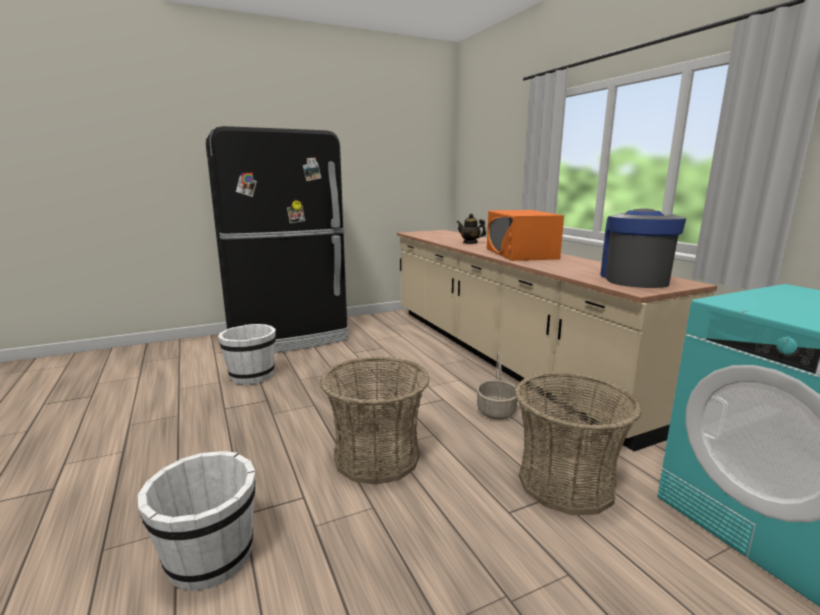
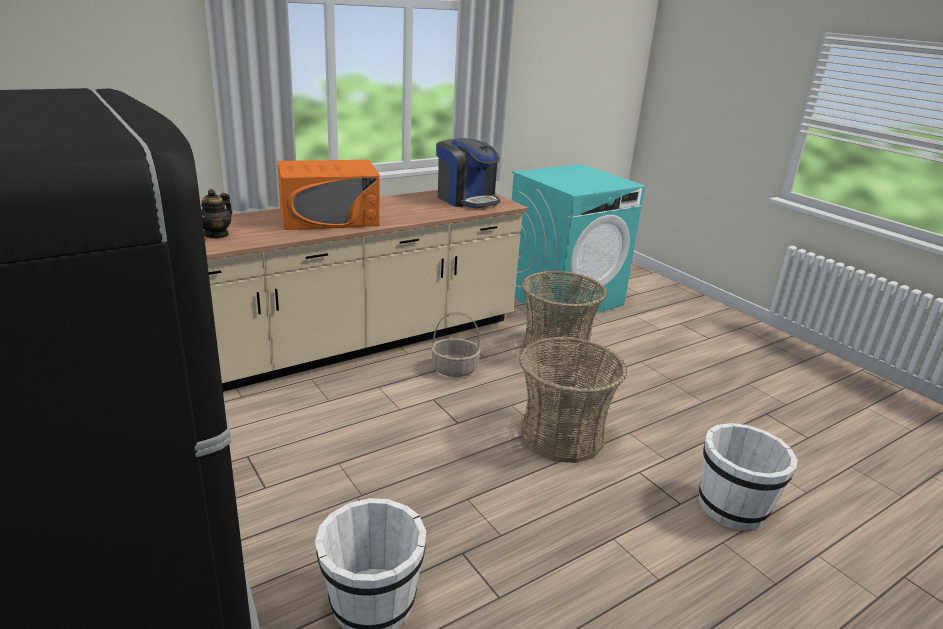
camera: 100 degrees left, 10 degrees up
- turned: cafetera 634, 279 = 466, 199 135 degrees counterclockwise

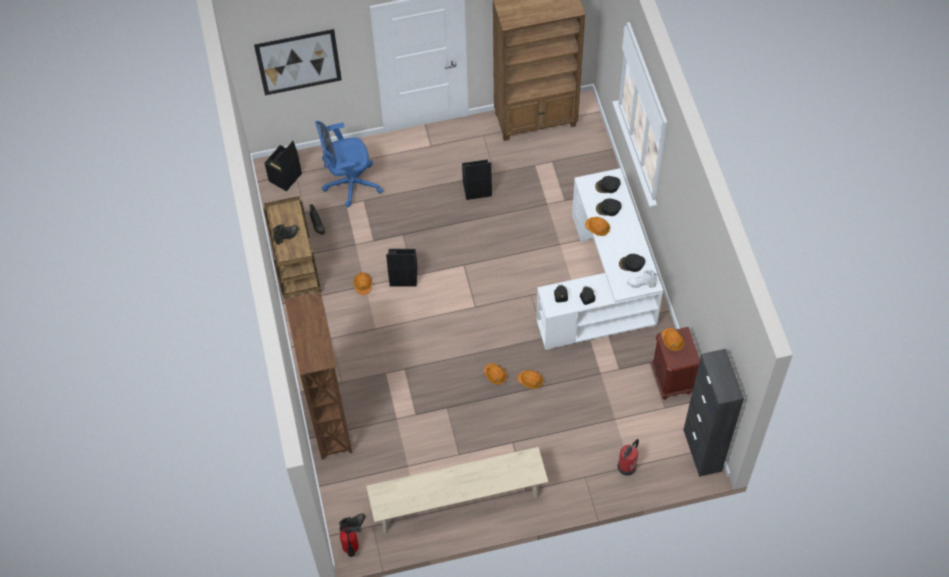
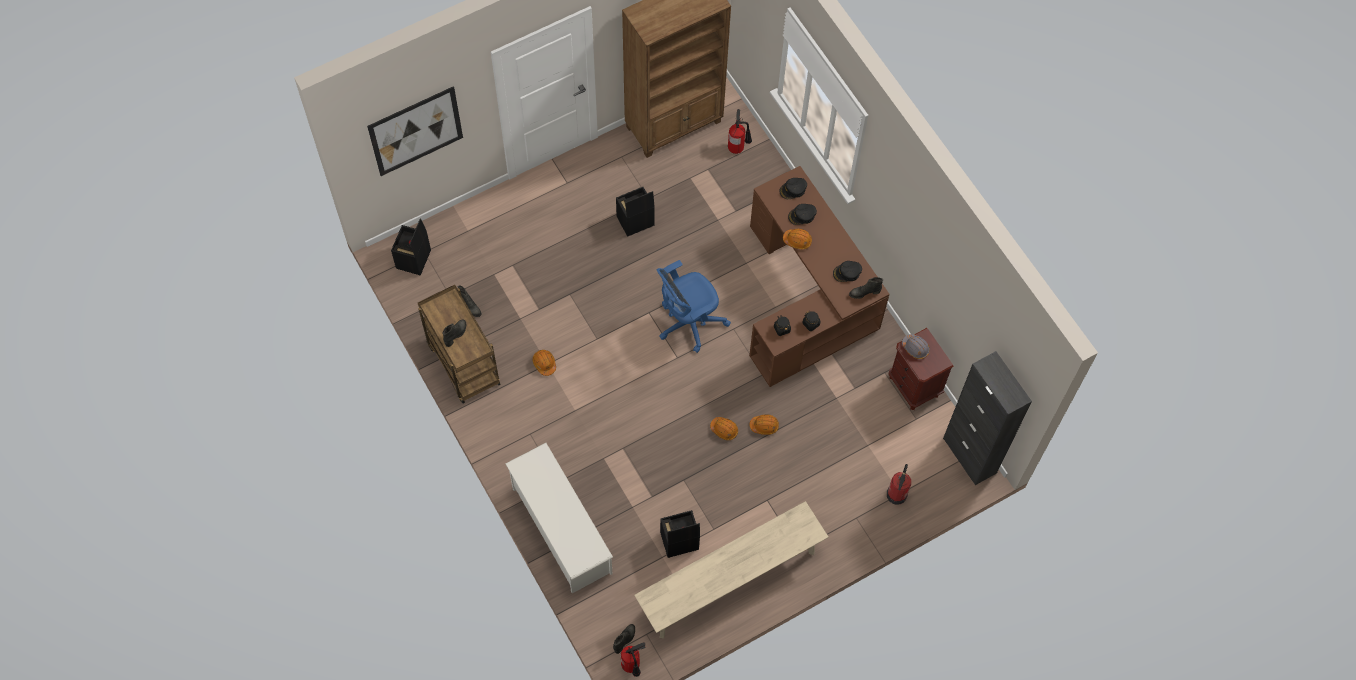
camera: 20 degrees left, 5 degrees up
- moved: silla de oficina/azul 349, 184 to 688, 323
- recoloured: escritorio/blanco 602, 286 to escritorio/marrón 808, 299
- moved: caja de almacenaje/negro 402, 276 to 678, 541
- recoloured: bota/blanco 641, 284 to bota/negro 864, 293
- replaced: estantería/marrón 330, 422 to zapatero/blanco 561, 530
- recoloured: casco/naranja 672, 341 to casco/gris 915, 348
- added: extintor 738, 147

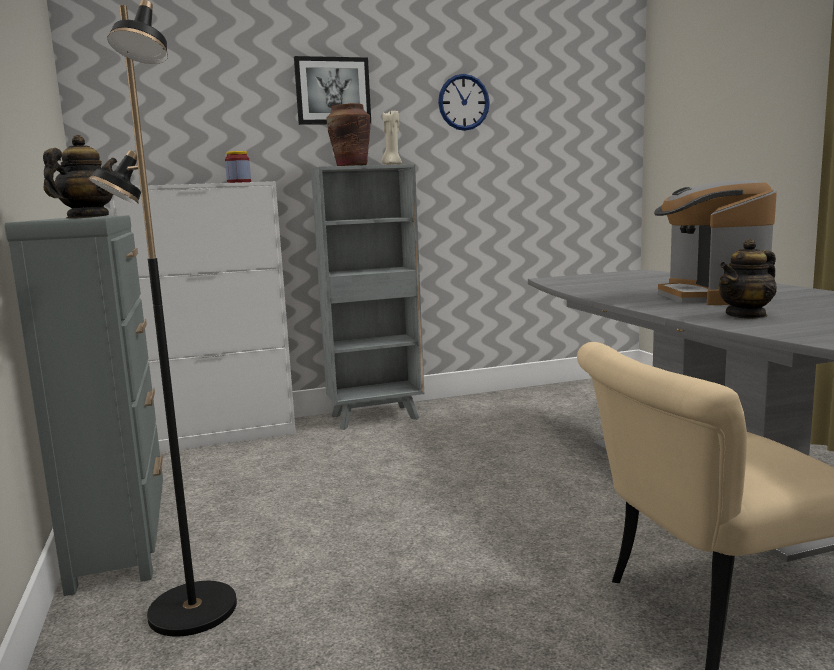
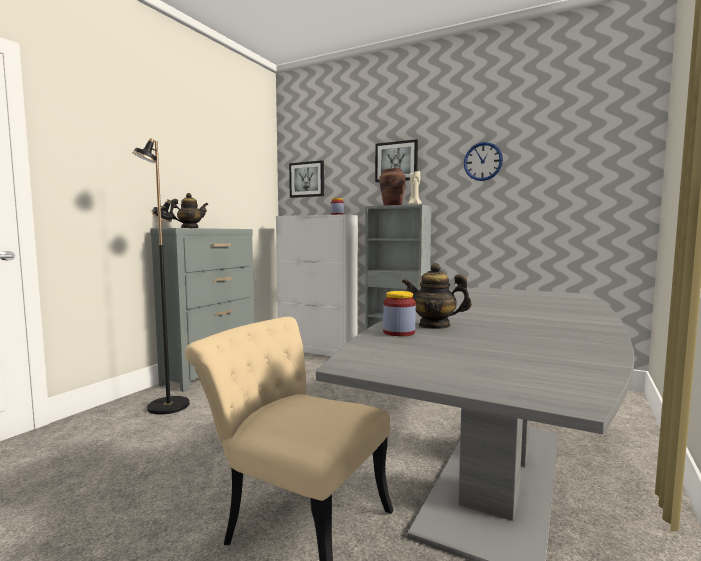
camera: 45 degrees right, 5 degrees down
- removed: cafetera 711, 297
- added: cuadro 307, 179
- added: tarro 399, 332

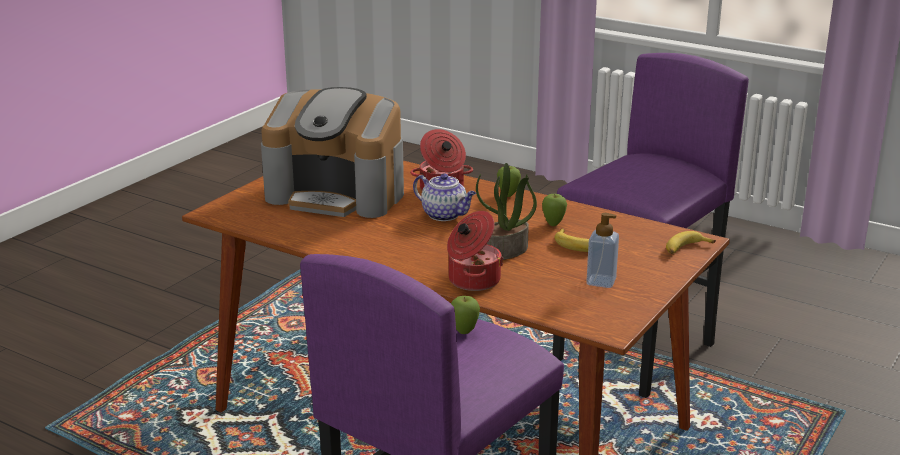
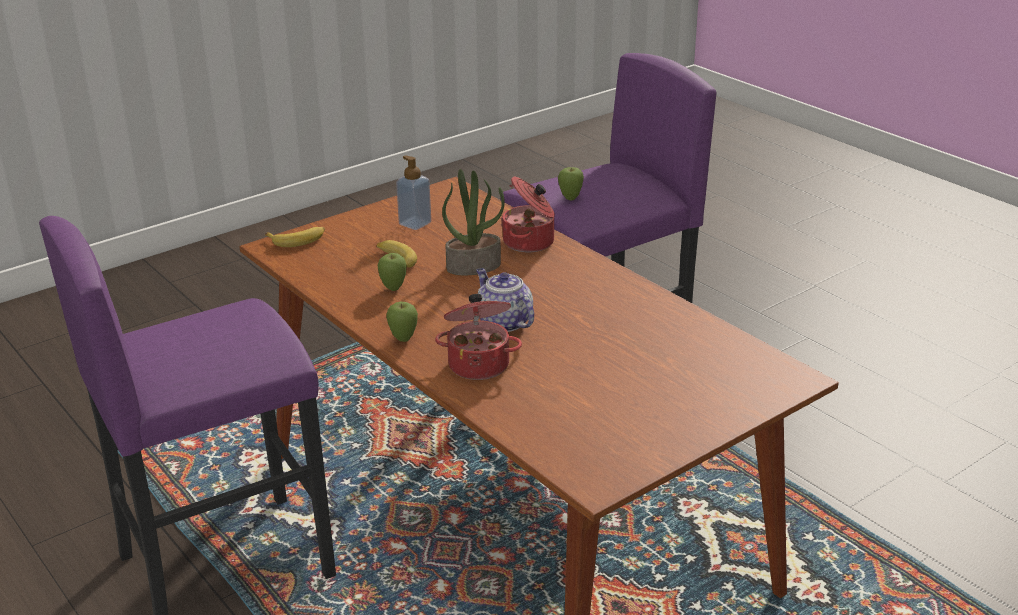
camera: 160 degrees left, 5 degrees up
- removed: cafetera 338, 194

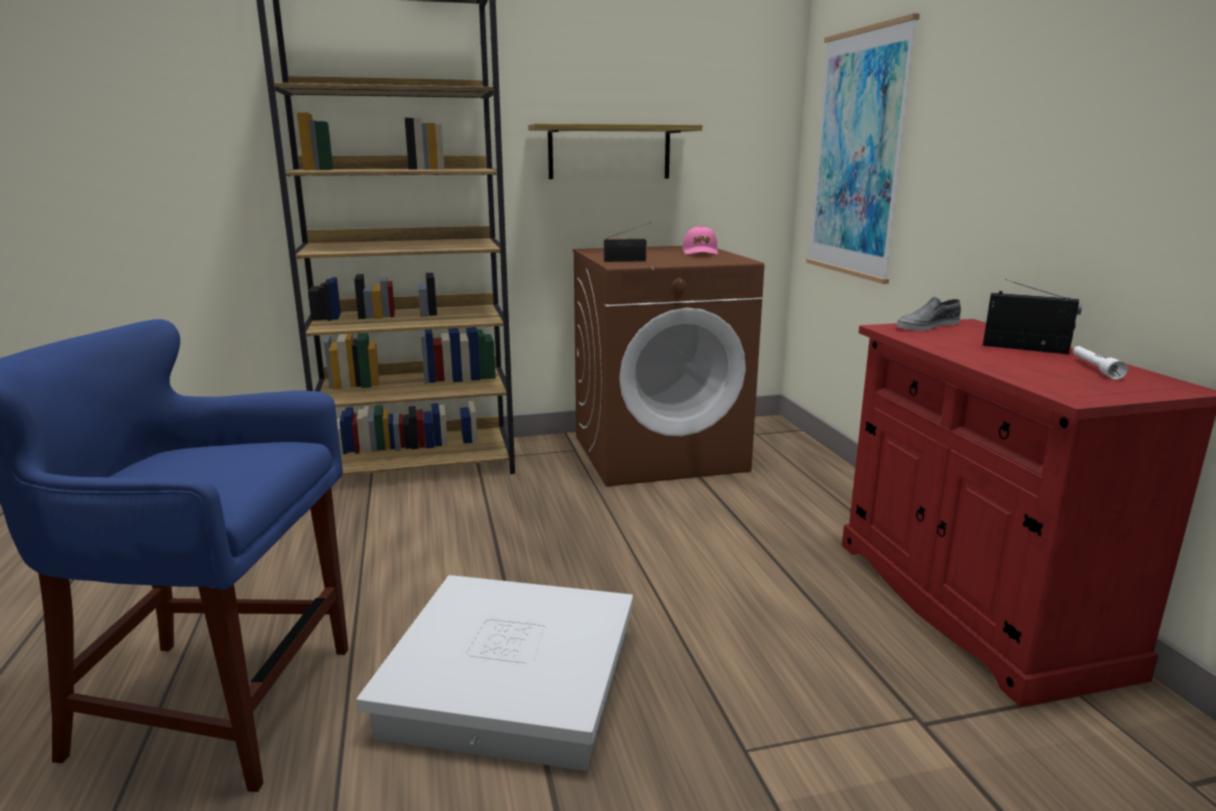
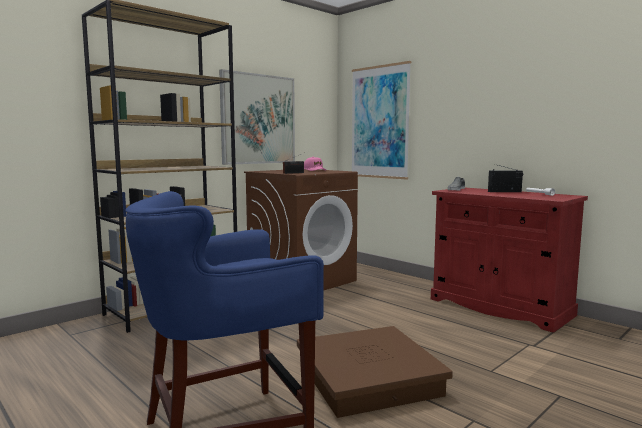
camera: 30 degrees left, 10 degrees down
- replaced: estante 609, 152 to cuadro 258, 119
- recoloured: caja de almacenaje/blanco 512, 681 to caja de almacenaje/marrón 369, 378

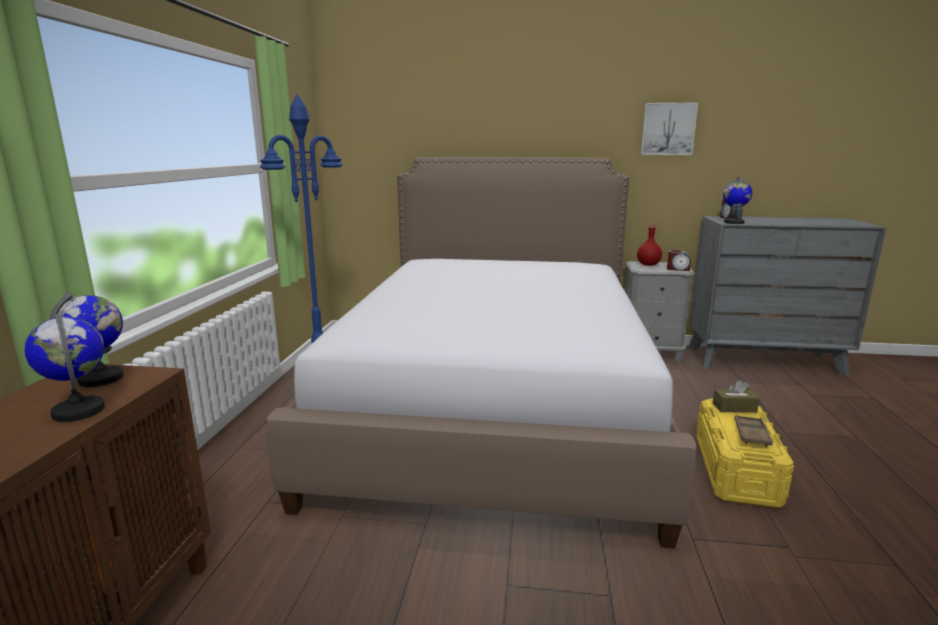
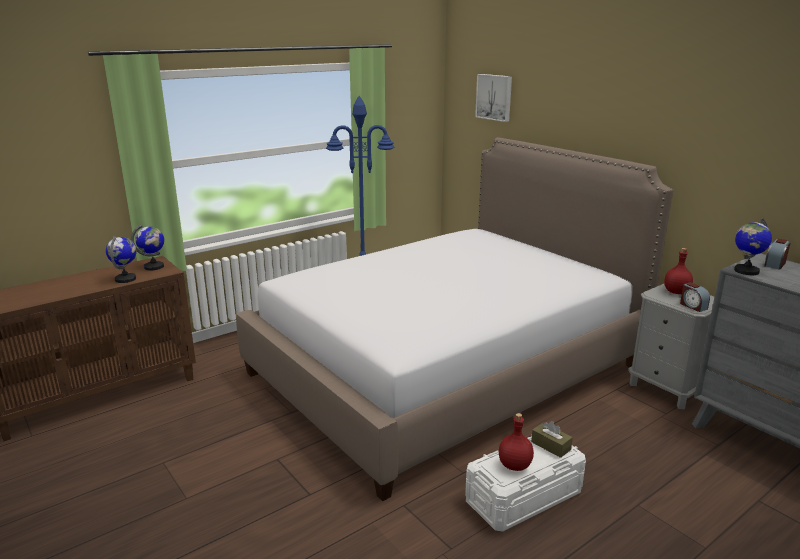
camera: 45 degrees right, 5 degrees up
- moved: cuadro 668, 129 to 494, 97
- recoloured: caja de almacenaje/amarillo 735, 470 to caja de almacenaje/blanco 523, 497
- replaced: bandeja/marrón 751, 434 to botella/rojo 514, 465

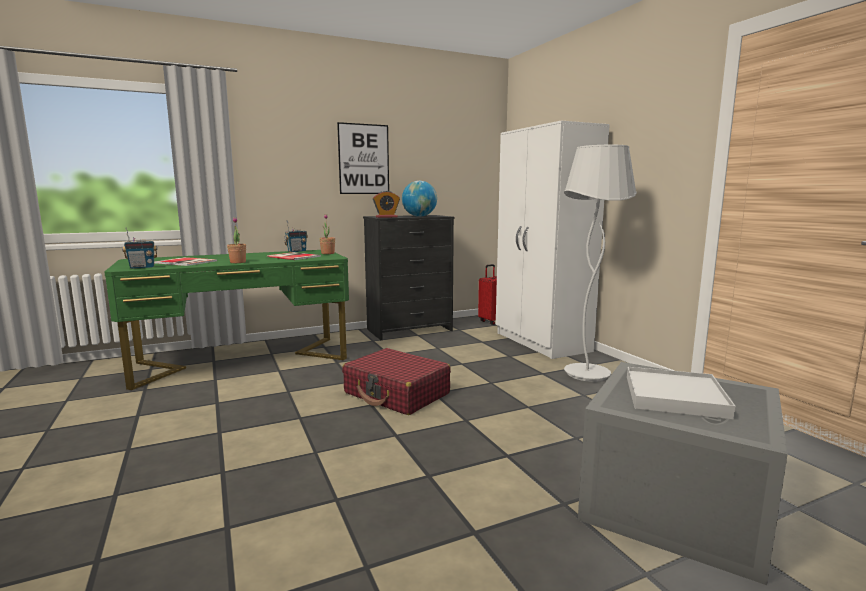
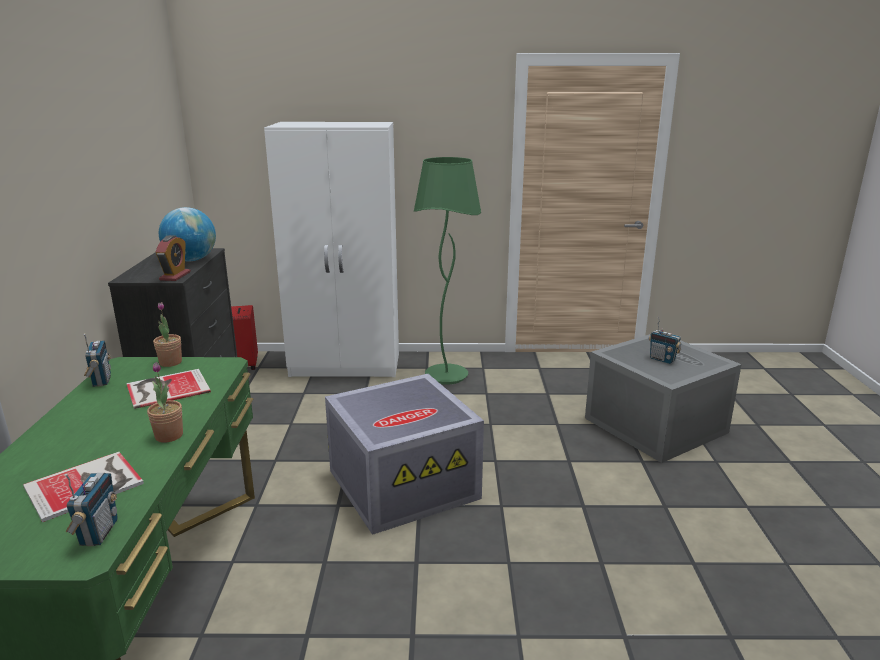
camera: 65 degrees left, 10 degrees up
- removed: cuadro 363, 159
- recoloured: lámpara de pie/blanco 587, 374 to lámpara de pie/verde 446, 376
- replaced: maleta/rojo 397, 394 to caja de almacenaje/gris 404, 482
- replaced: bandeja/blanco 675, 396 to radio 662, 359

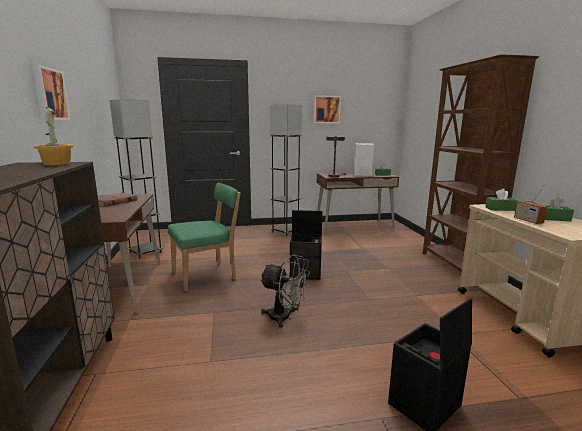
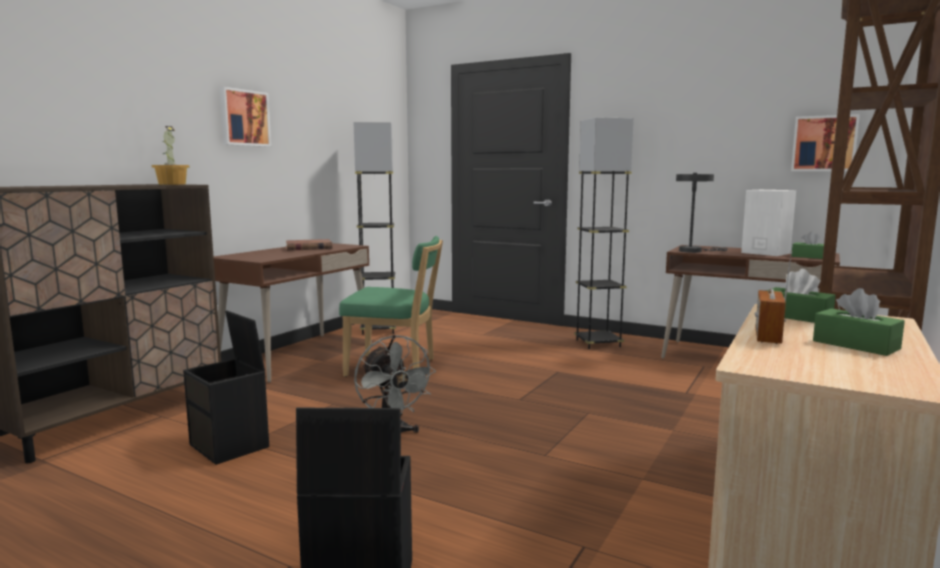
camera: 40 degrees right, 5 degrees down
- moved: cuadro 326, 109 to 824, 143
- moved: caja de almacenaje/negro 306, 273 to 231, 446

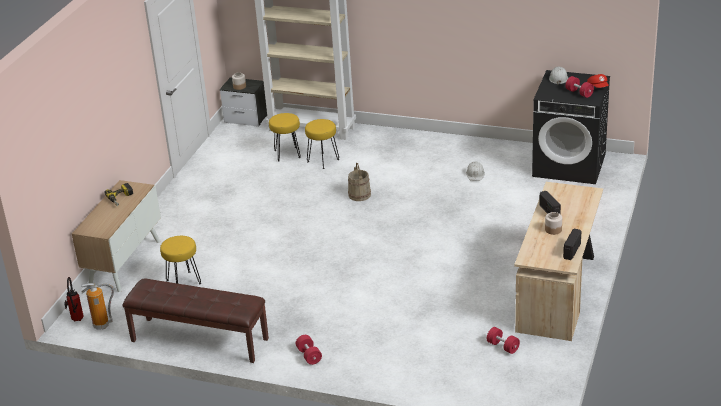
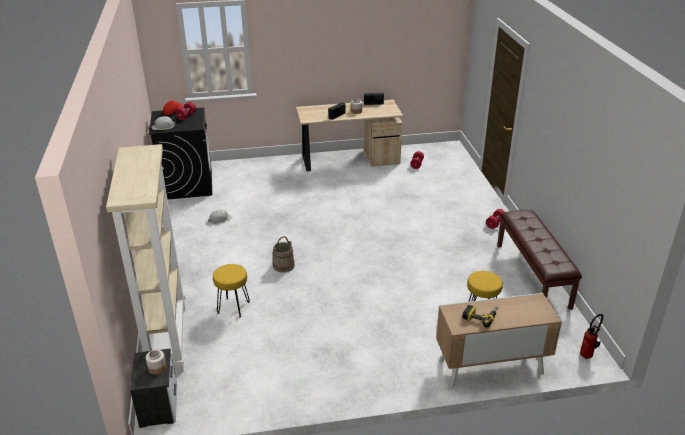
camera: 120 degrees left, 0 degrees up
- removed: taburete/amarillo 287, 154
- removed: extintor 102, 325

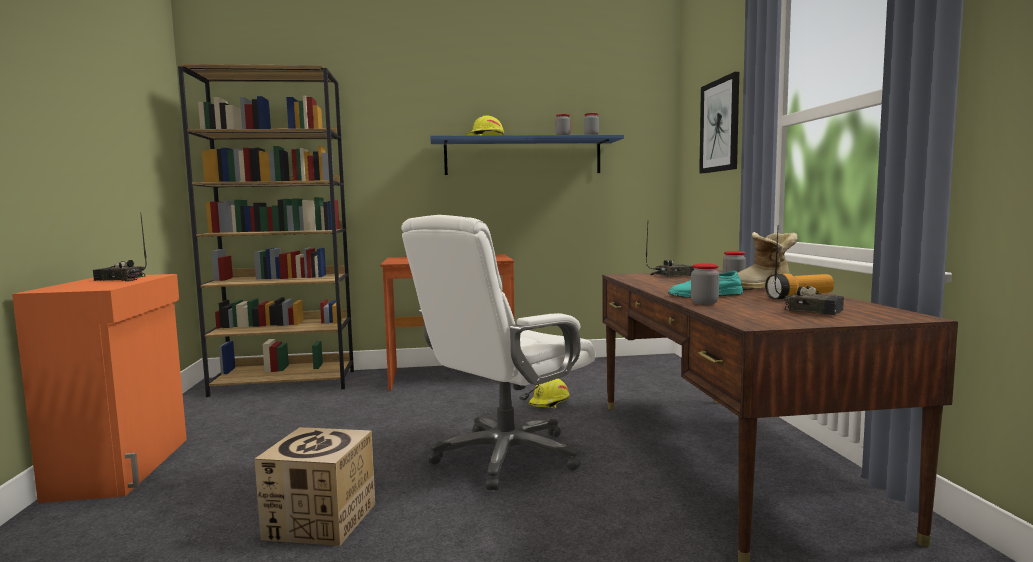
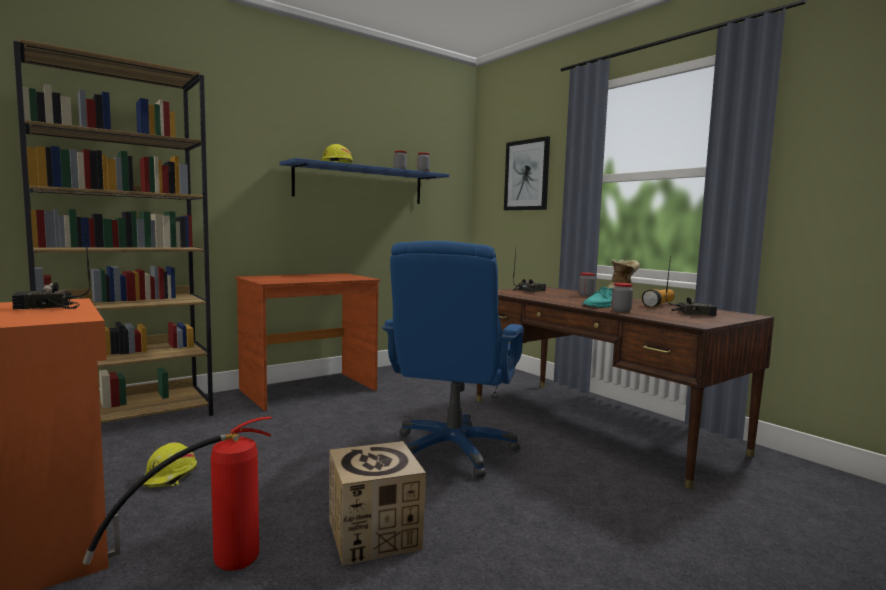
camera: 30 degrees left, 0 degrees up
- recoloured: silla de oficina/blanco 505, 457 to silla de oficina/azul 453, 450
- moved: casco/amarillo 550, 402 to 170, 477
- added: extintor 209, 567

